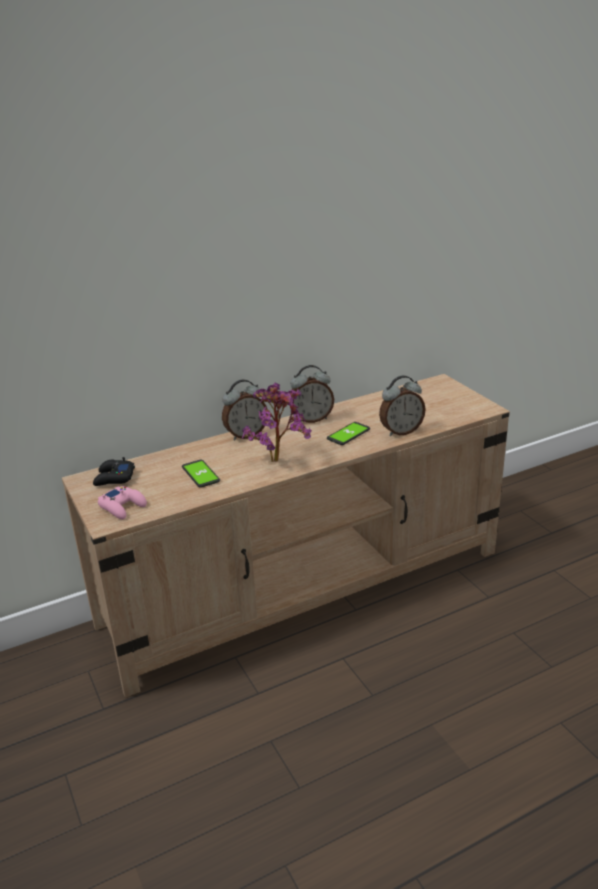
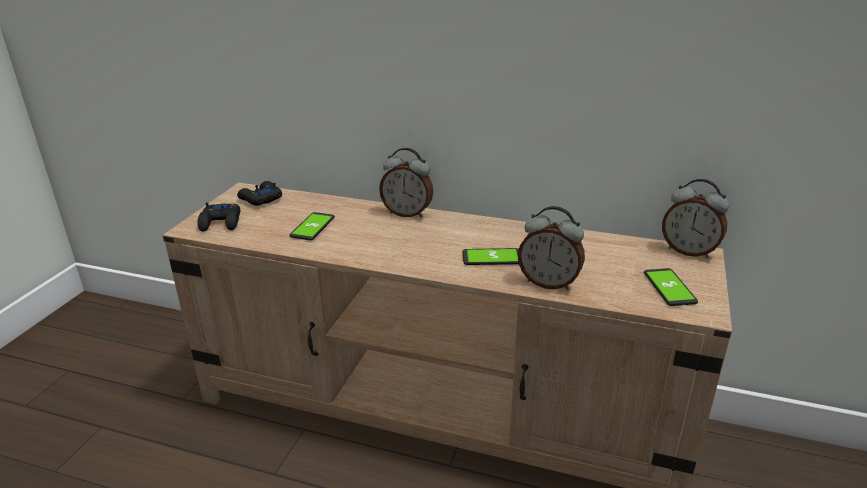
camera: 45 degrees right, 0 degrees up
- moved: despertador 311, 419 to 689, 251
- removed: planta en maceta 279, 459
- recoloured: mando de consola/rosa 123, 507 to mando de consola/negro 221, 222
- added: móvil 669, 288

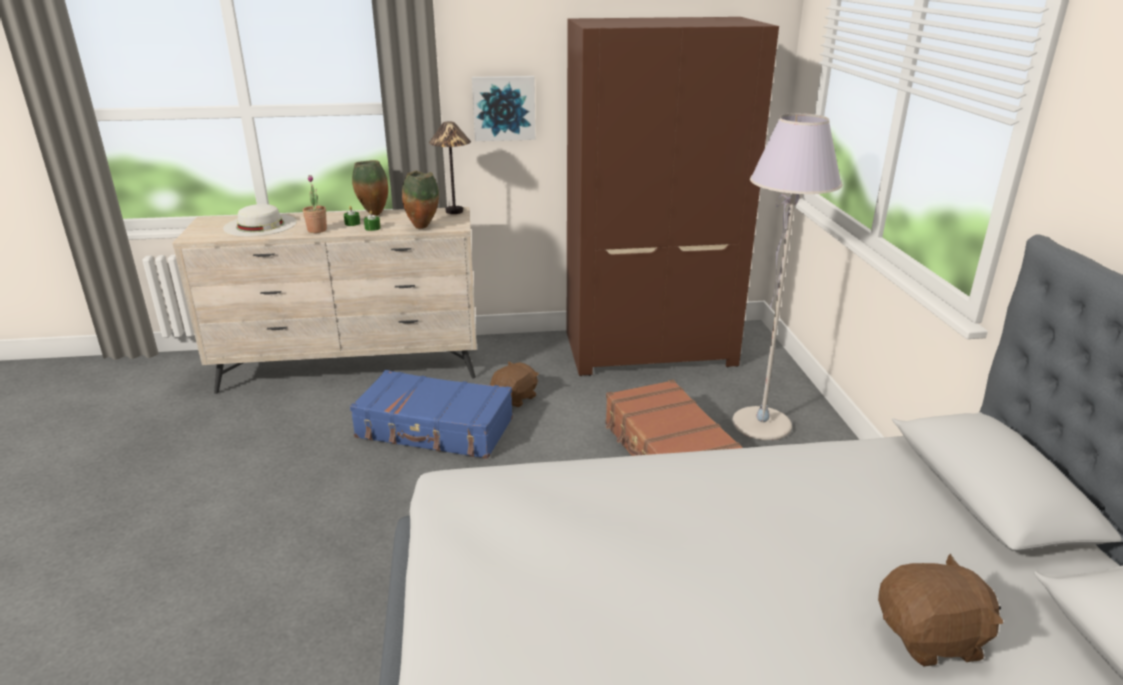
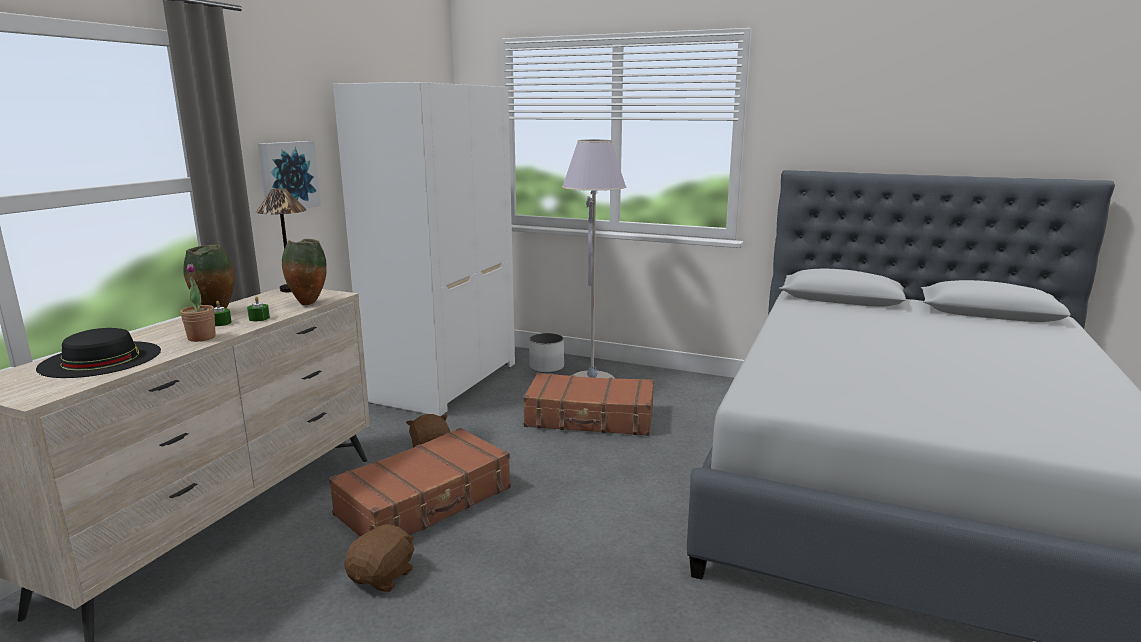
camera: 60 degrees left, 10 degrees down
- recoloured: armario ropero/marrón 650, 348 to armario ropero/blanco 443, 381
- recoloured: sombrero/blanco 260, 225 to sombrero/negro 101, 359
- recoloured: maleta/azul 435, 429 to maleta/marrón 426, 502
- moved: peluche/marrón 931, 638 to 383, 577
- added: maceta/blanco 546, 368

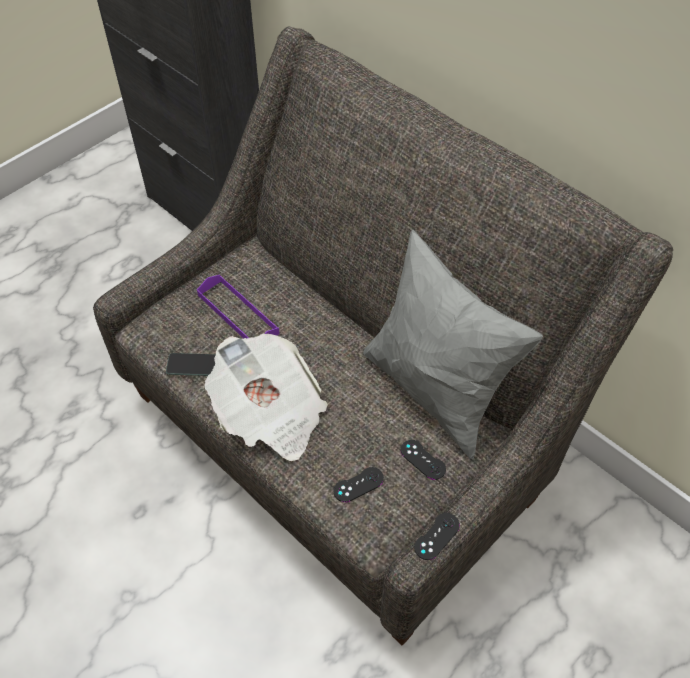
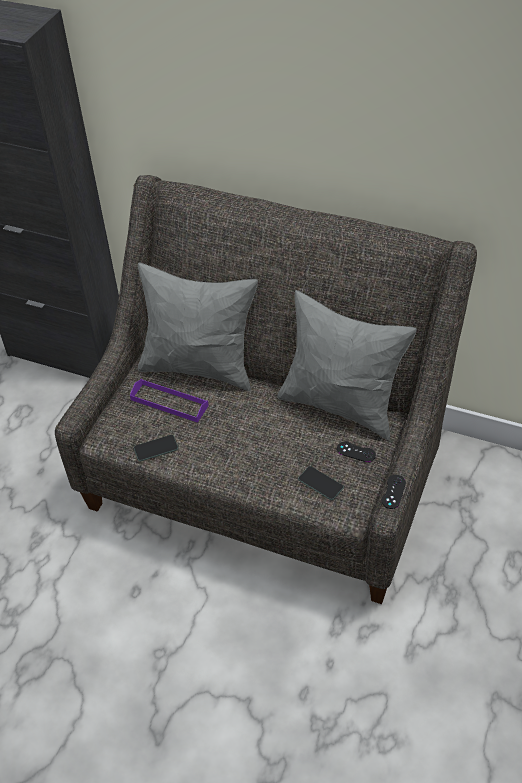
camera: 20 degrees left, 5 degrees down
- removed: periódico 270, 414
- replaced: mando de consola/negro 358, 484 to móvil 320, 483
- added: cojín/gris 200, 367

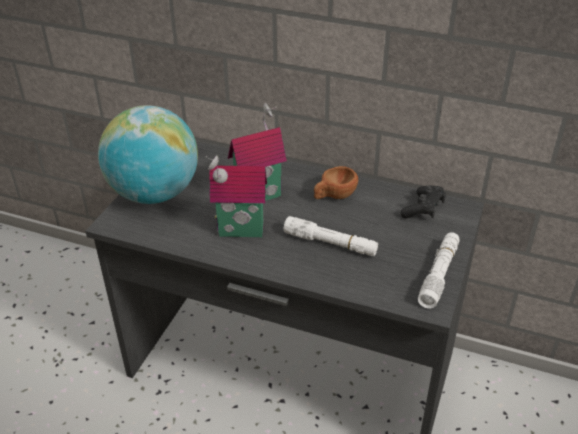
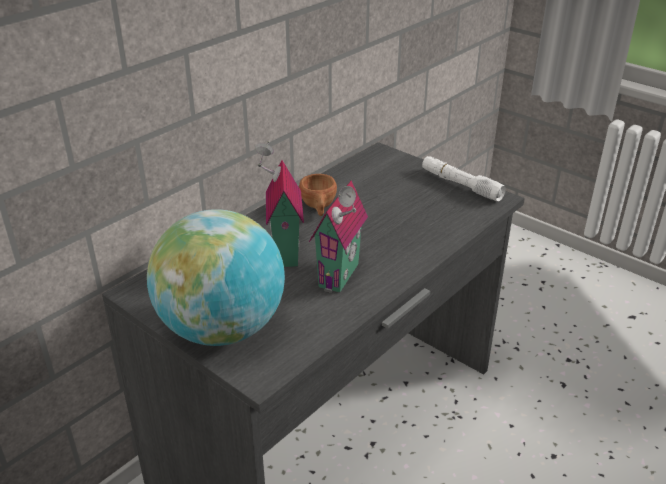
camera: 70 degrees left, 5 degrees down
- removed: mando de consola/negro 423, 209
- removed: linterna/blanco 330, 243

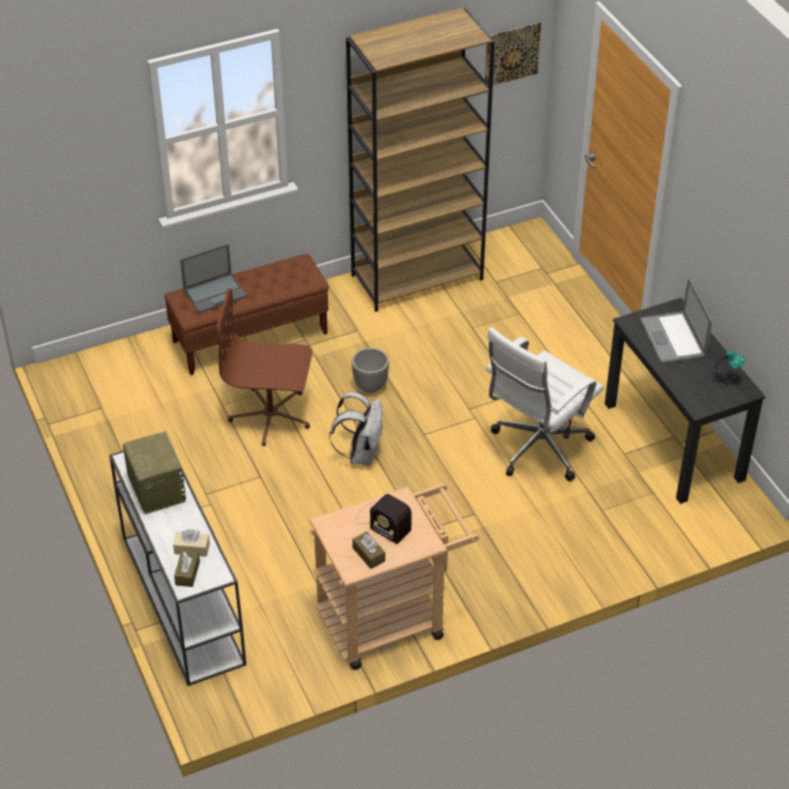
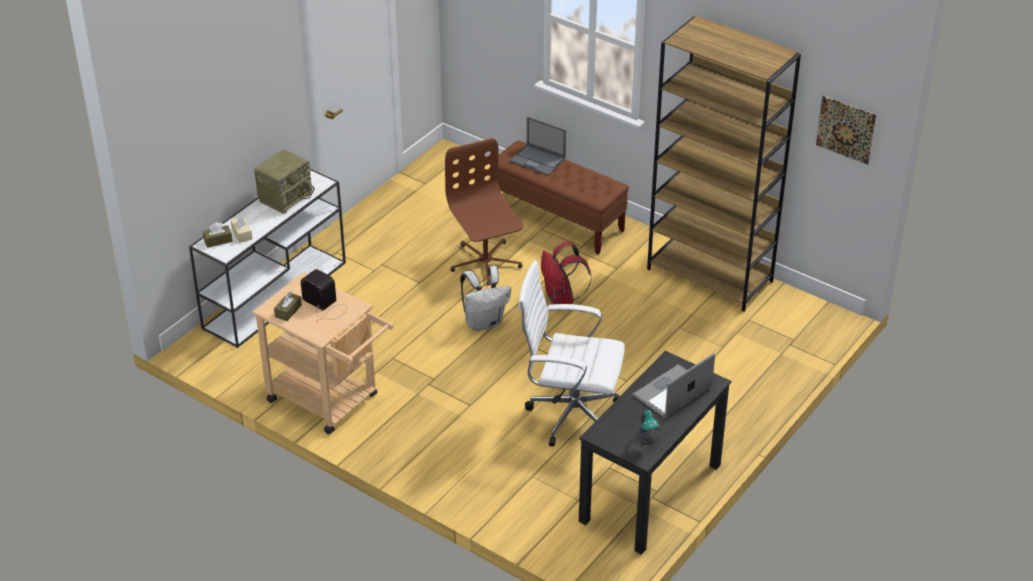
camera: 60 degrees right, 5 degrees down
- replaced: maceta 371, 386 to mochila/rojo 561, 299
- turned: radio 382, 521 = 325, 305 120 degrees clockwise

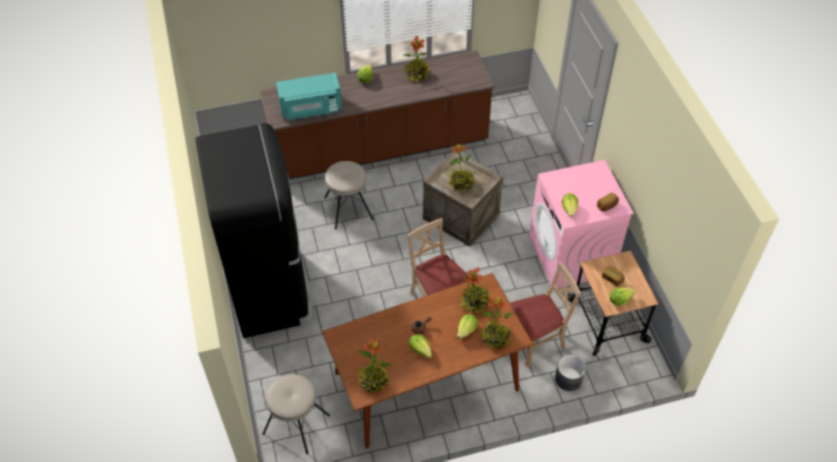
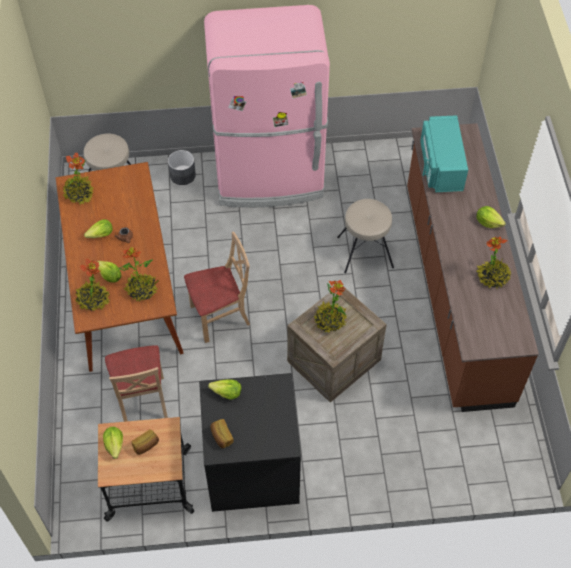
camera: 100 degrees right, 5 degrees up
- recoloured: nevera/negro 270, 288 to nevera/rosa 269, 177
- recoloured: lavadora/rosa 571, 255 to lavadora/negro 251, 469
- moved: maceta/gris 568, 379 to 182, 175

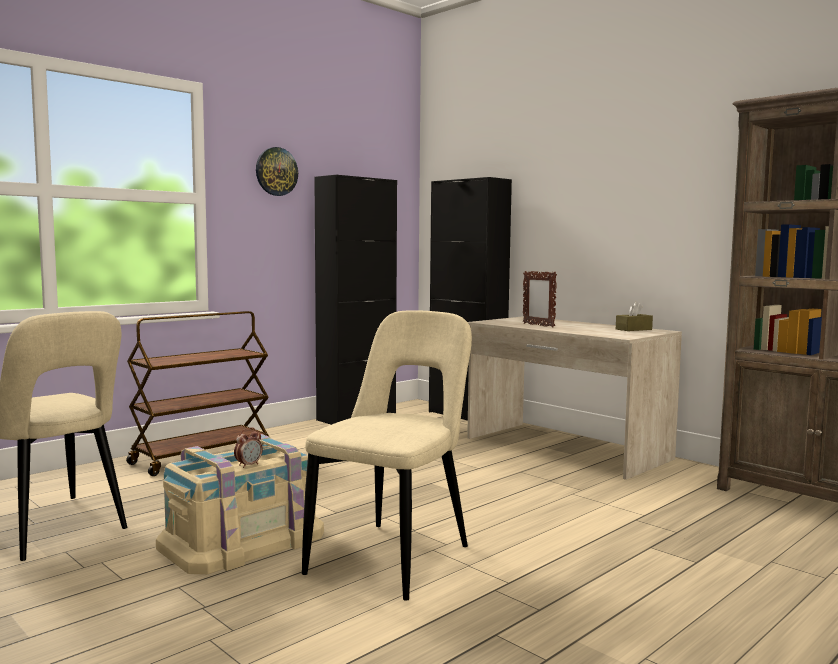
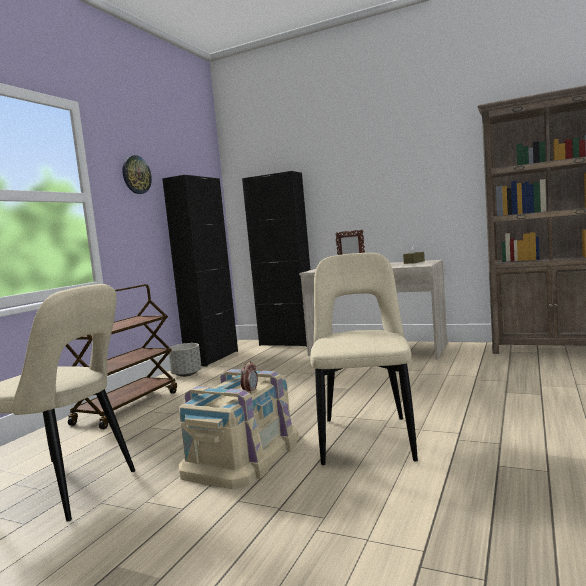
camera: 20 degrees left, 0 degrees up
- added: maceta/gris 186, 374

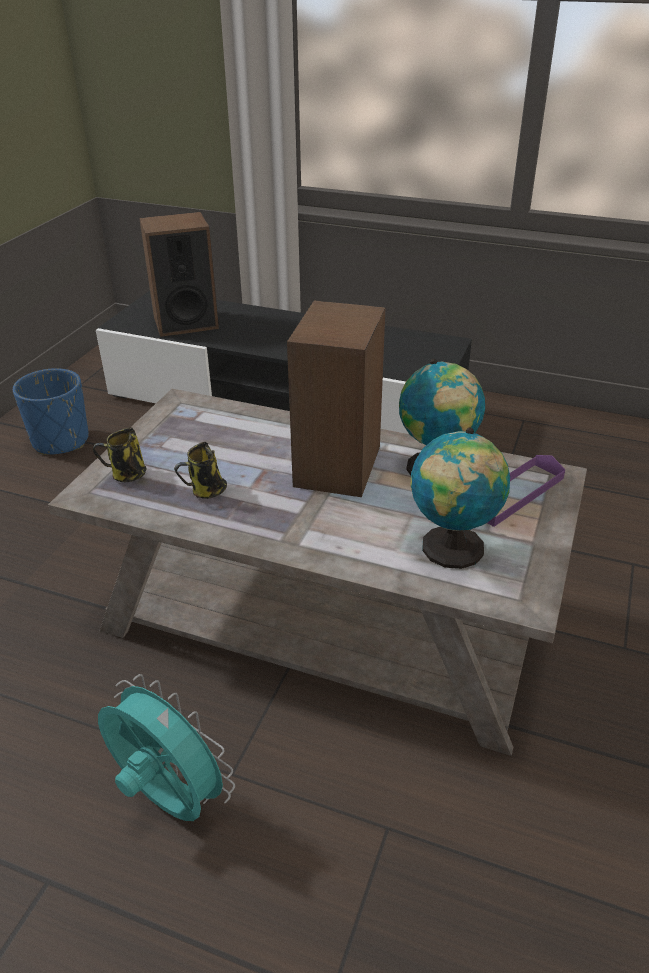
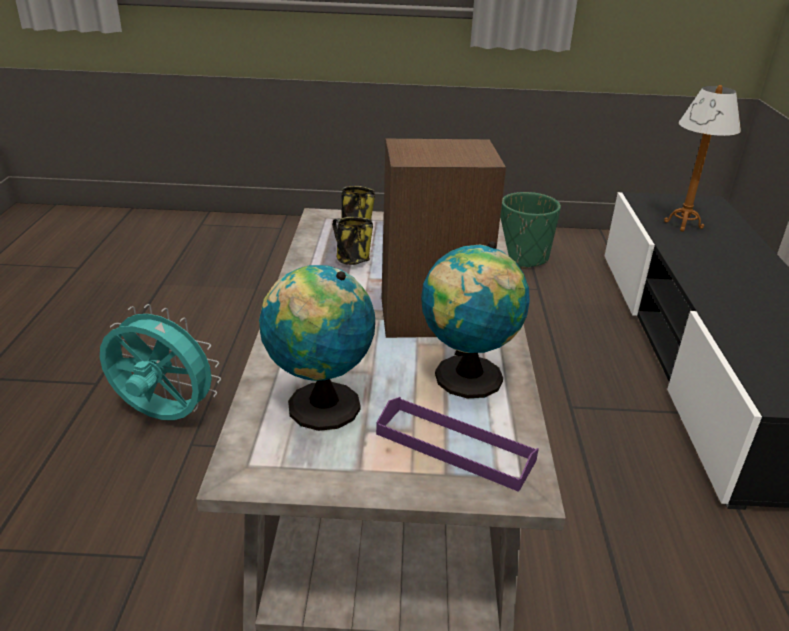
camera: 70 degrees right, 5 degrees down
- replaced: altavoz 185, 323 to lámpara de mesa 683, 225
- recoloured: maceta/azul 60, 441 to maceta/verde 523, 257
- turned: ventilador/turquesa 167, 799 = 163, 417 90 degrees counterclockwise

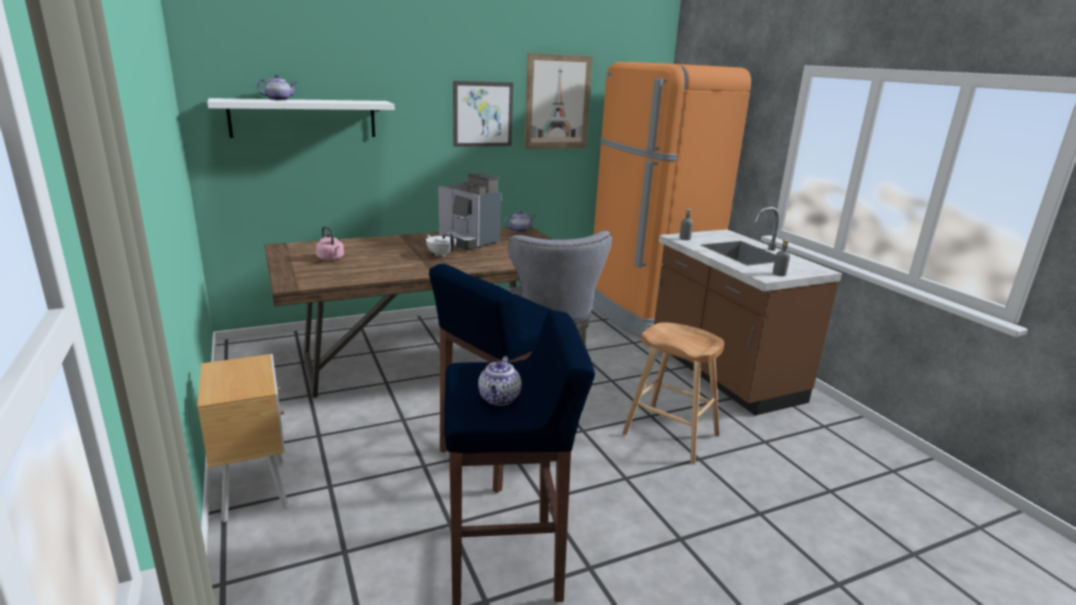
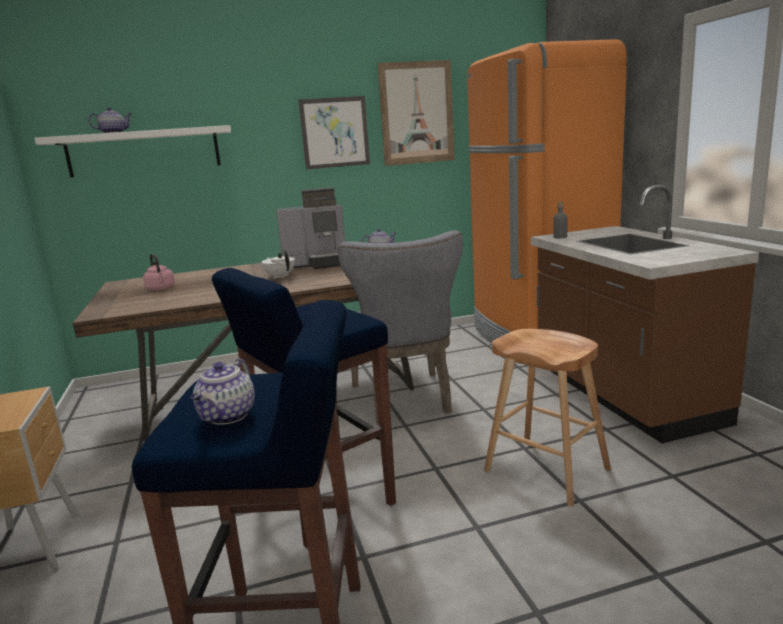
camera: 10 degrees right, 5 degrees down
- turned: cafetera 468, 241 = 318, 263 60 degrees counterclockwise
- removed: botella/gris 779, 274

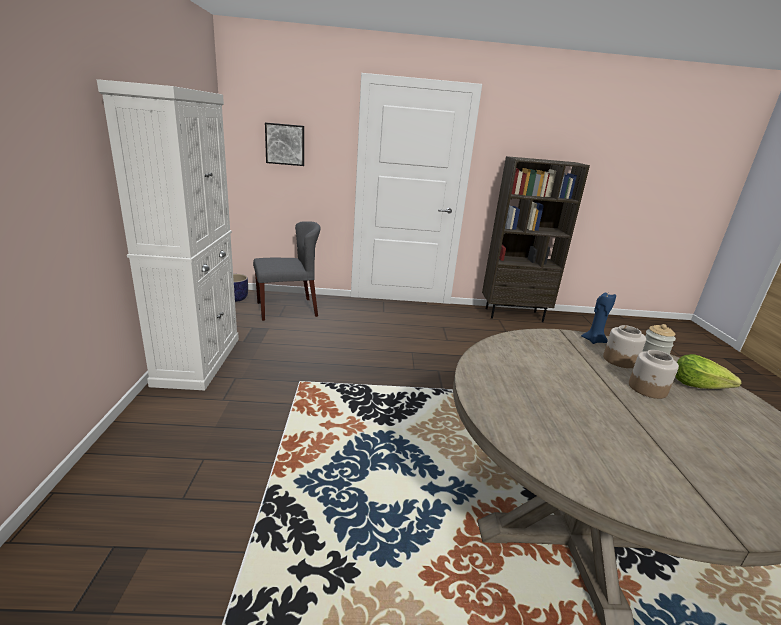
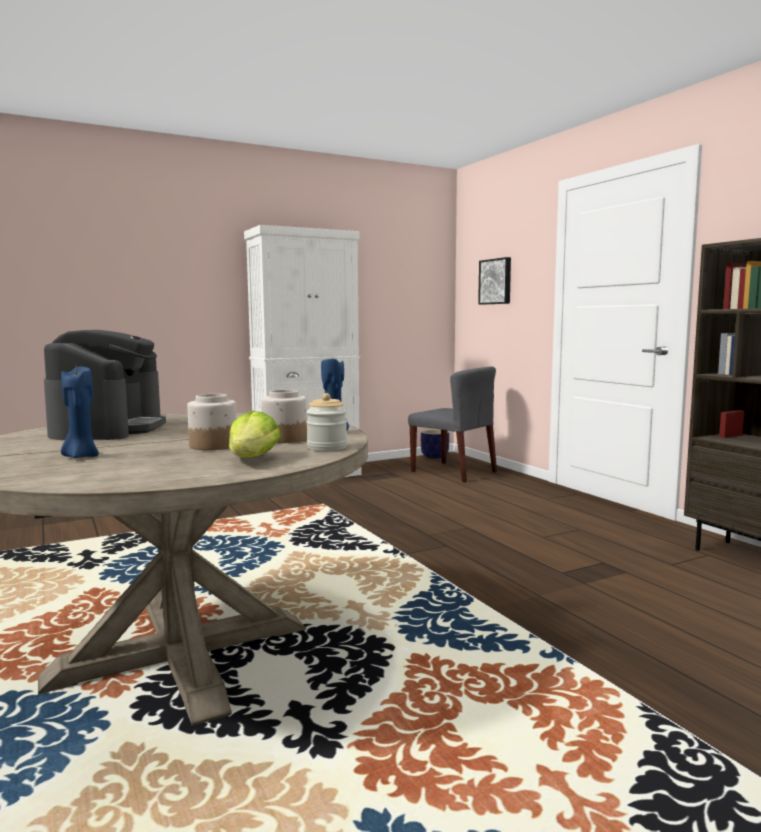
camera: 65 degrees right, 15 degrees down
- added: cafetera 108, 429
- added: vela/azul 81, 456

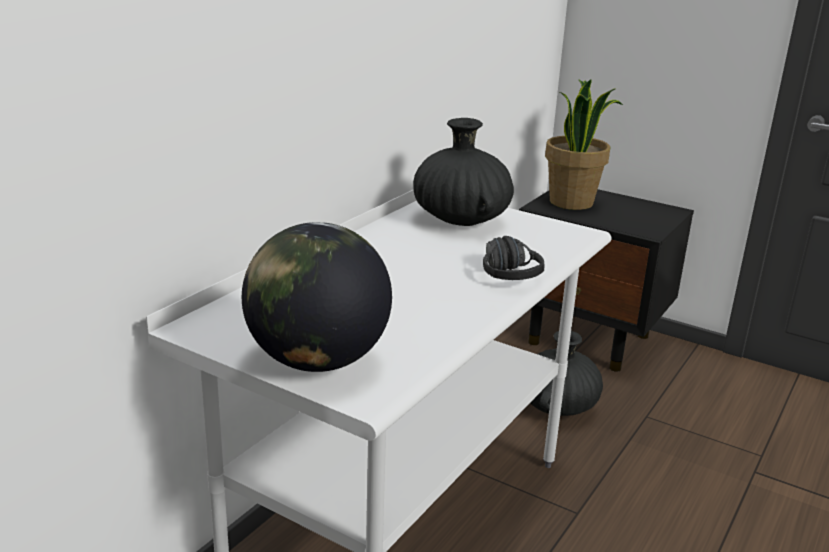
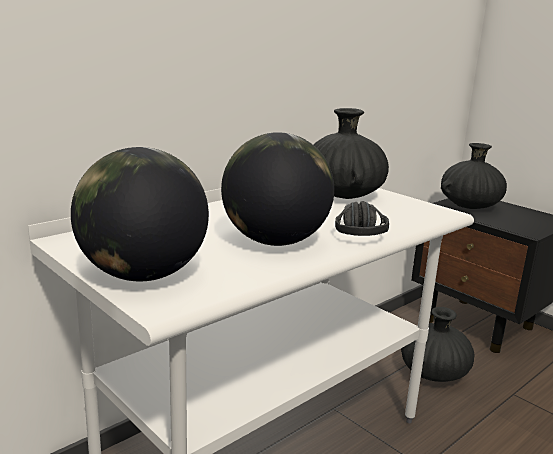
camera: 15 degrees right, 5 degrees down
- replaced: planta en maceta 572, 202 to florero/negro 469, 206
- added: globo terráqueo 275, 241

